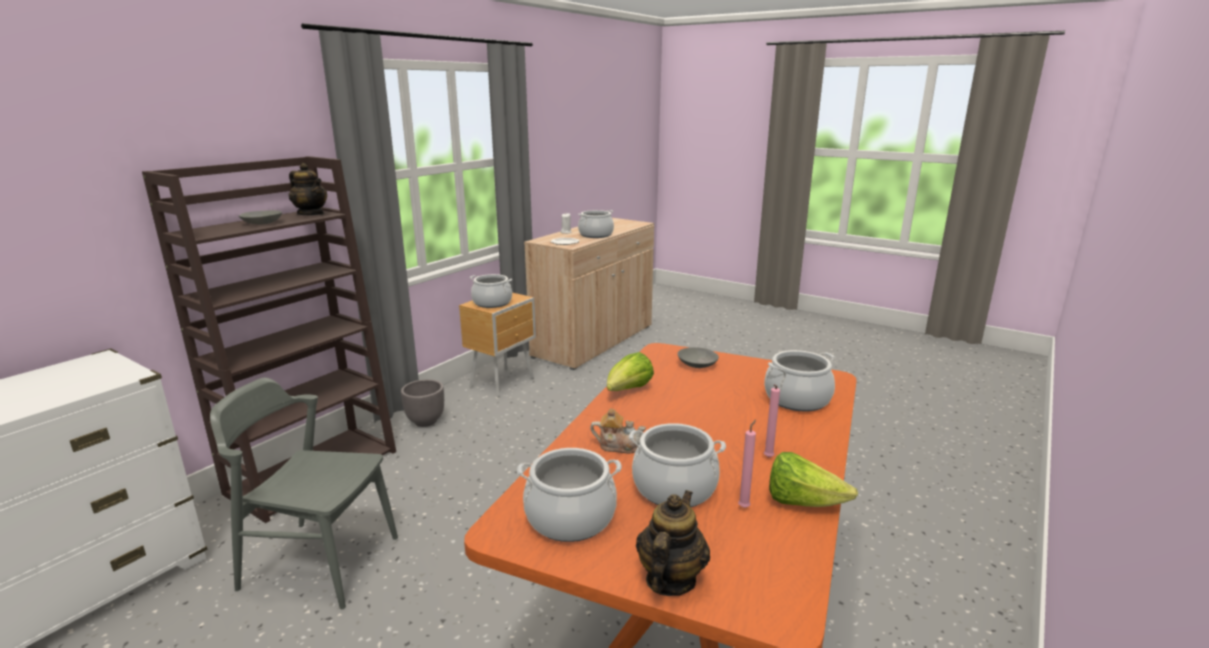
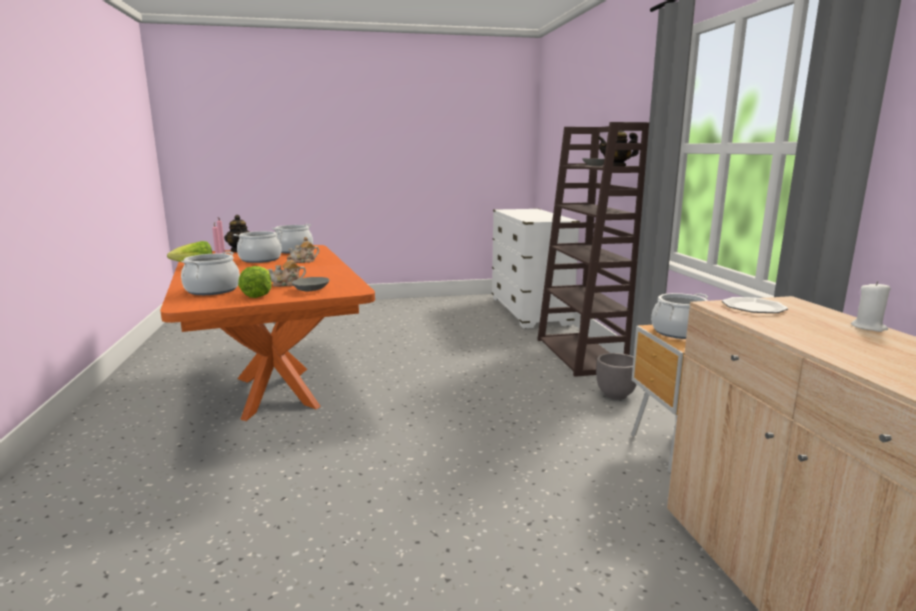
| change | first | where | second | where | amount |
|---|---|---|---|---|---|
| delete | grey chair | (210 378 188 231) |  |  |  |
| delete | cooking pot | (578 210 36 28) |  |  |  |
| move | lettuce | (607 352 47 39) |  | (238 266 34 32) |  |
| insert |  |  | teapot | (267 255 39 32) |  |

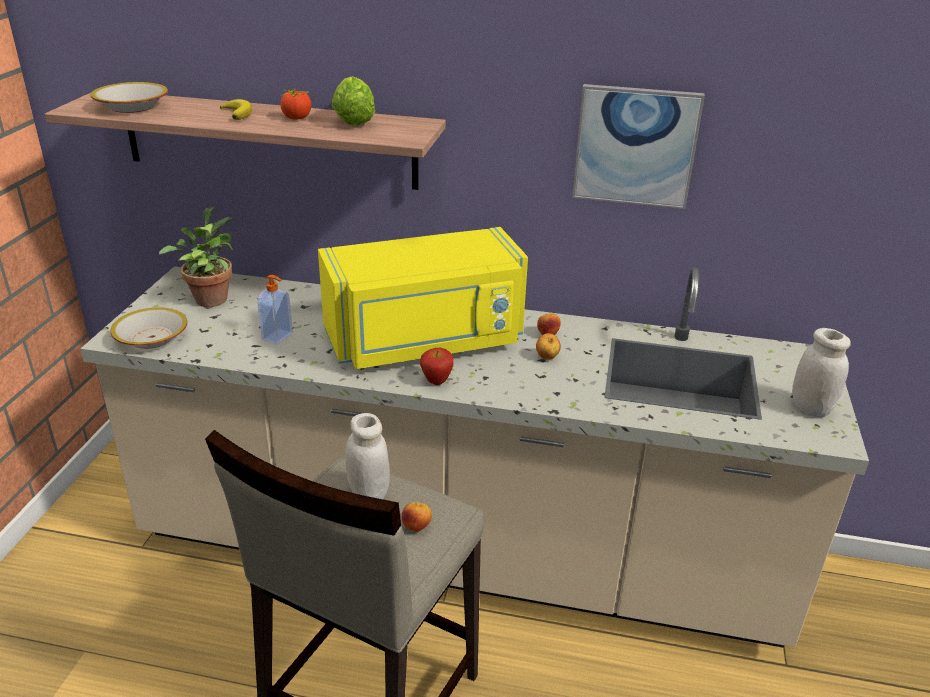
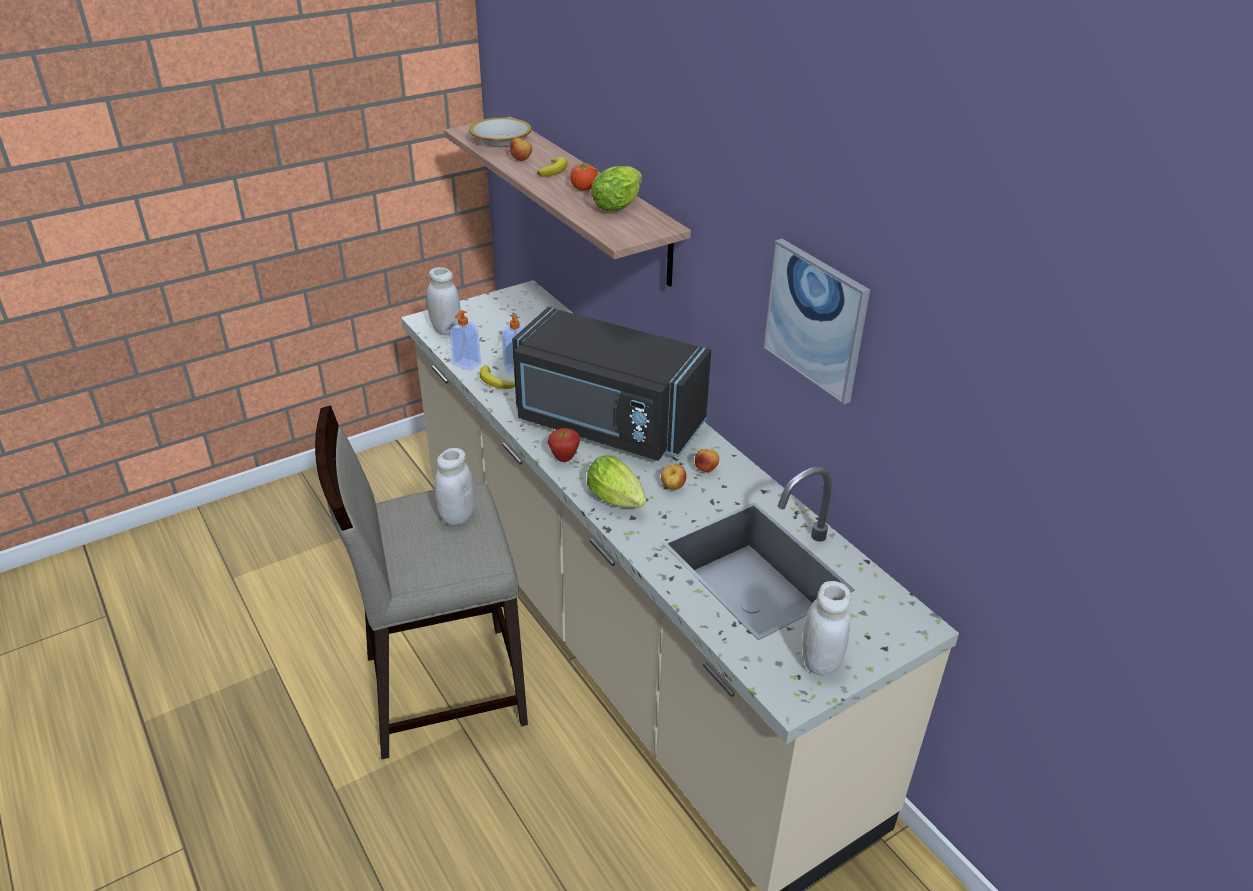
| change | first | where | second | where | amount |
|---|---|---|---|---|---|
| replace | bowl | (111 307 76 42) | white jar | (427 267 34 68) |  |
| delete | potted plant | (159 207 74 100) |  |  |  |
| recolor | yellow microwave | (318 227 210 142) | black microwave | (512 307 199 154) |  |
| move | apple | (402 502 30 30) |  | (510 138 22 23) |  |
| insert |  |  | soap dispenser | (450 310 31 61) |  |
| insert |  |  | banana | (480 366 35 23) |  |
| insert |  |  | lettuce | (587 455 59 53) |  |

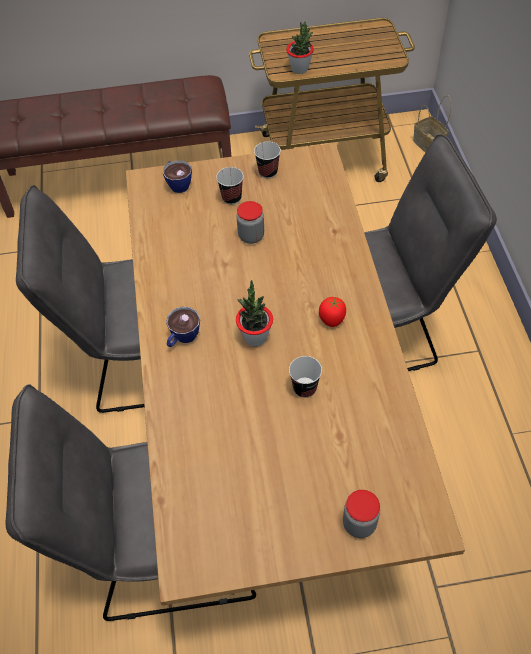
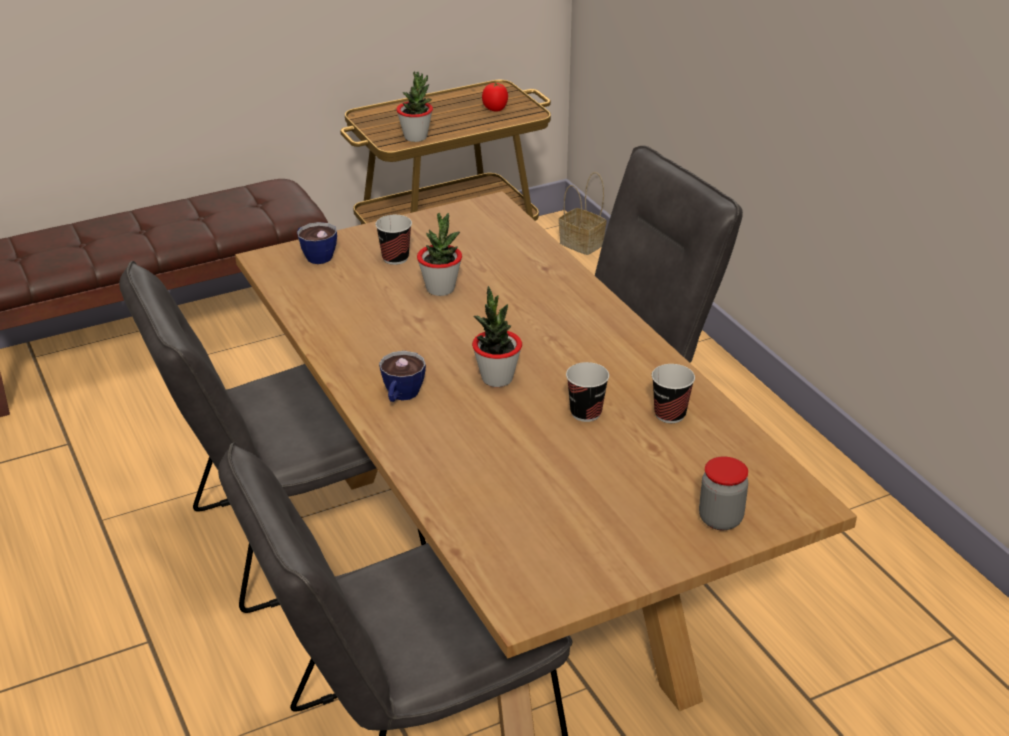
| change | first | where | second | where | amount |
|---|---|---|---|---|---|
| replace | jar | (236 201 28 43) | potted plant | (417 213 45 83) |  |
| move | cup | (254 141 27 37) |  | (652 364 43 59) |  |
| move | tomato | (319 297 27 30) |  | (482 83 26 28) |  |

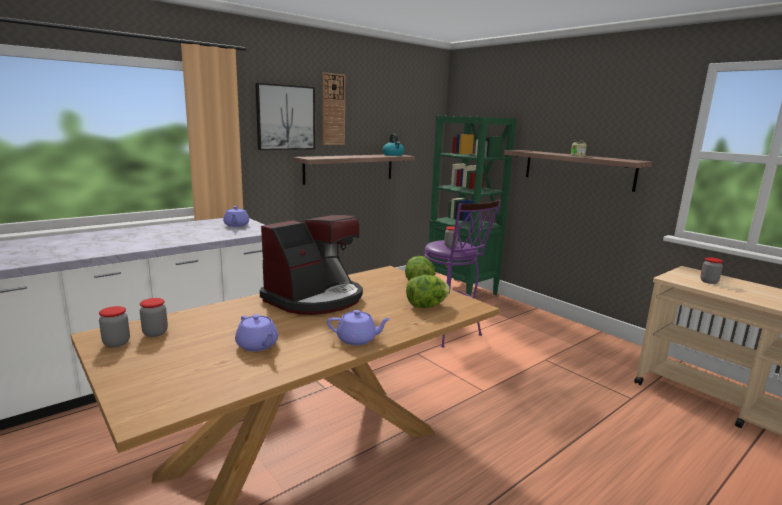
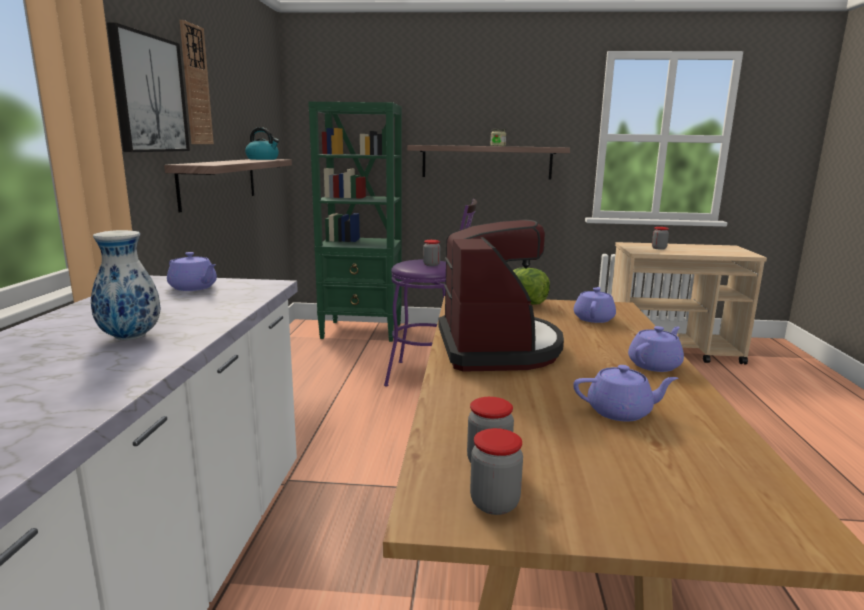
| change | first | where | second | where | amount |
|---|---|---|---|---|---|
| replace | lettuce | (406 275 44 33) | purple teapot | (574 287 42 36) |  |
| insert |  |  | vase | (91 230 69 110) |  |

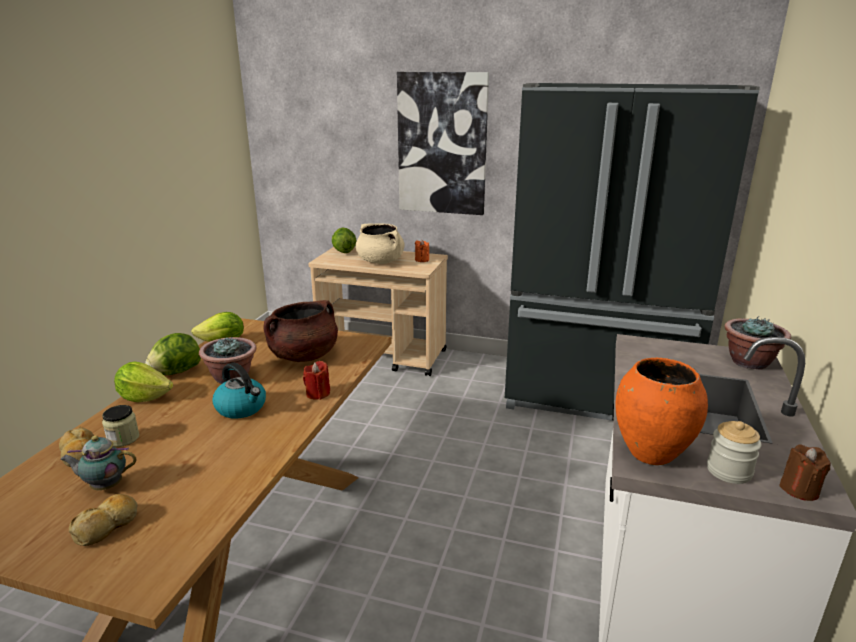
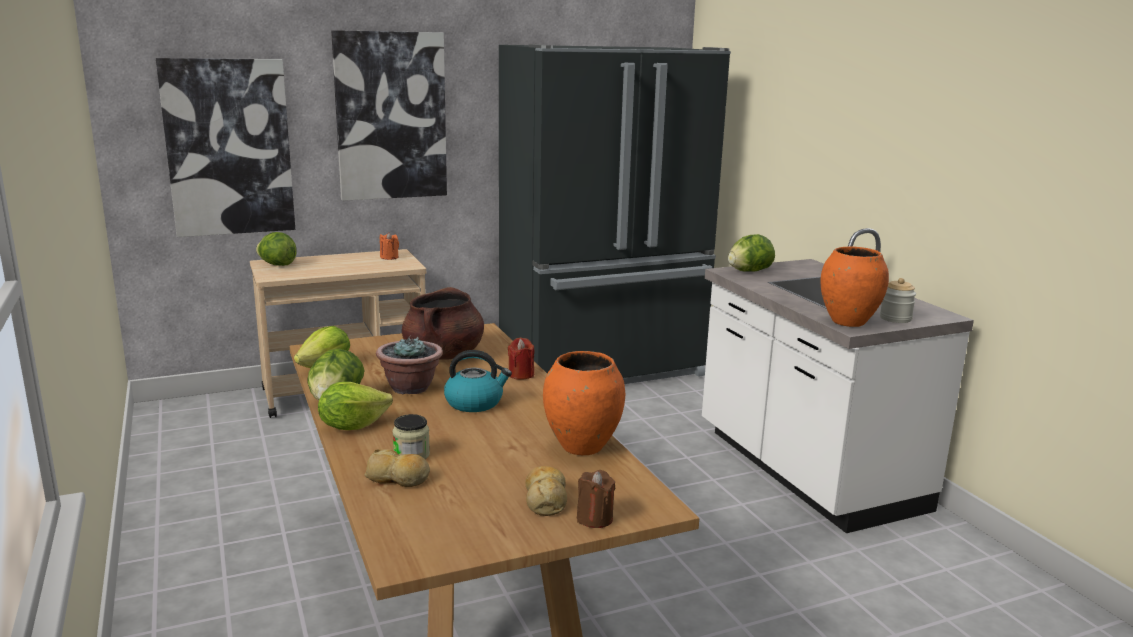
| change | first | where | second | where | amount |
|---|---|---|---|---|---|
| delete | teapot | (60 435 77 55) |  |  |  |
| delete | beige cooking pot | (356 223 49 41) |  |  |  |
| delete | potted plant | (724 316 67 54) |  |  |  |
| move | brown candle | (779 444 52 57) |  | (577 470 39 58) |  |
| insert |  |  | picture | (156 58 139 179) |  |
| insert |  |  | orange vase | (543 351 82 104) |  |
| insert |  |  | lettuce | (728 234 47 37) |  |

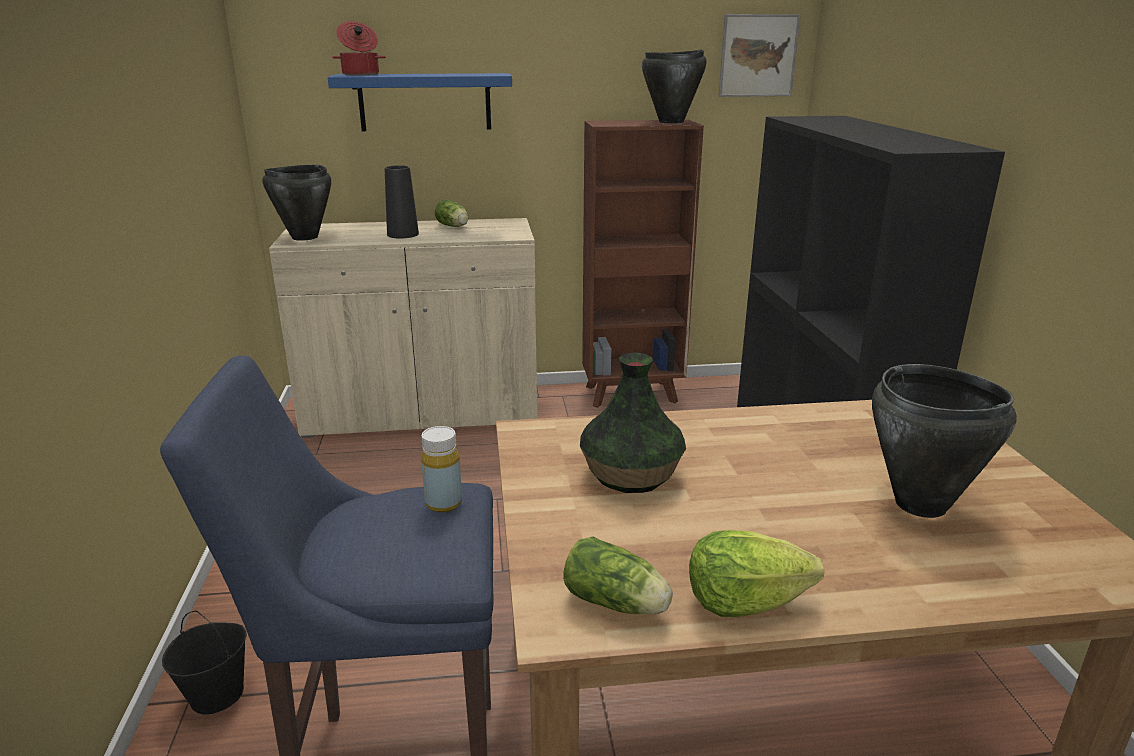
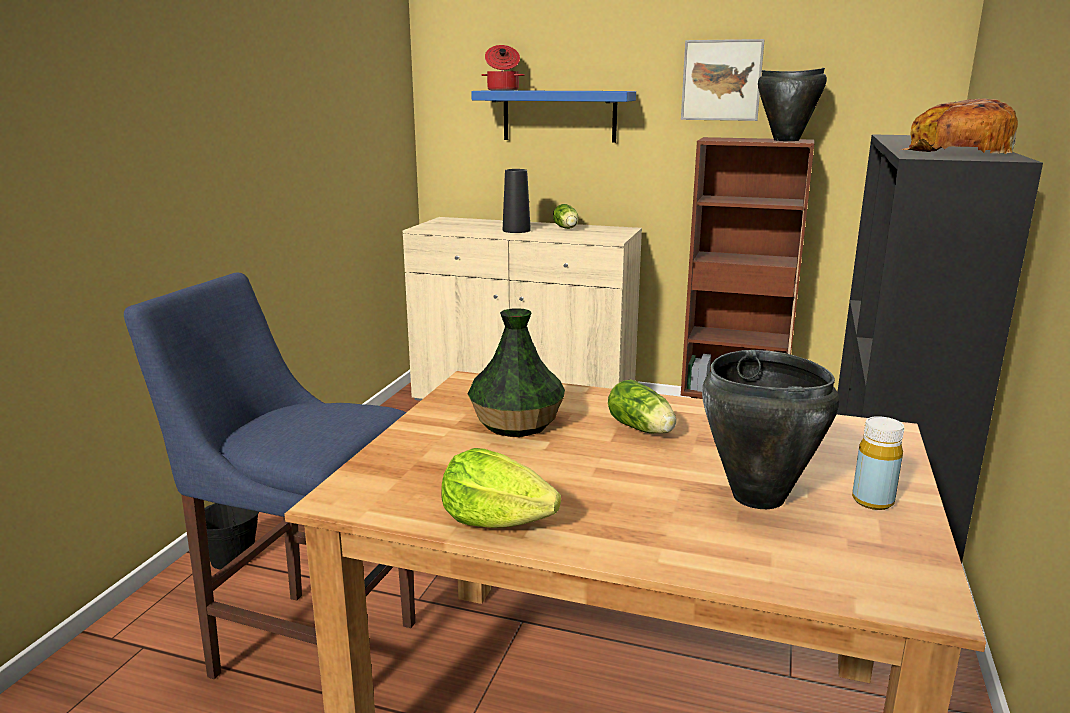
| change | first | where | second | where | amount |
|---|---|---|---|---|---|
| delete | black cooking pot | (262 165 69 76) |  |  |  |
| move | yellow bottle | (421 426 41 86) |  | (852 416 52 94) |  |
| move | lettuce | (563 537 110 77) |  | (608 379 68 55) |  |
| move | picture | (718 14 83 83) |  | (681 39 84 82) |  |
| insert |  |  | bread | (899 99 119 55) |  |

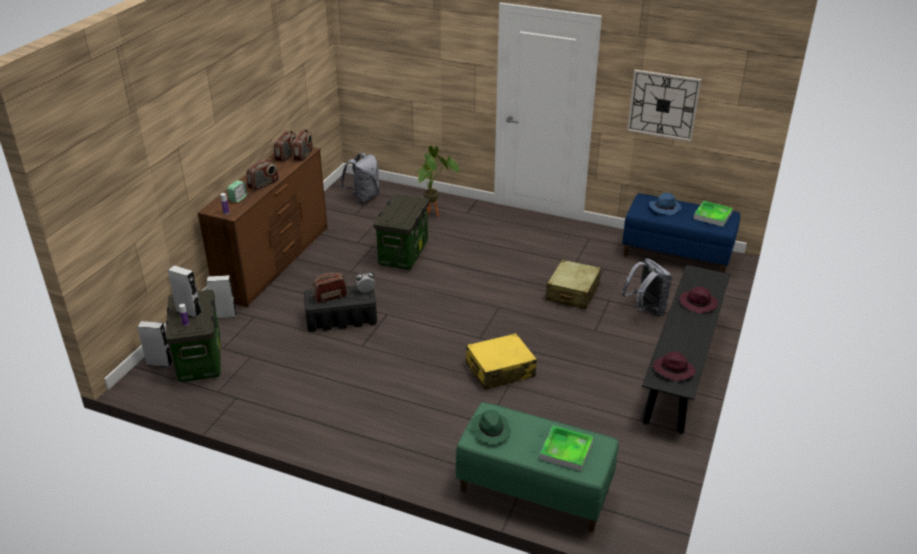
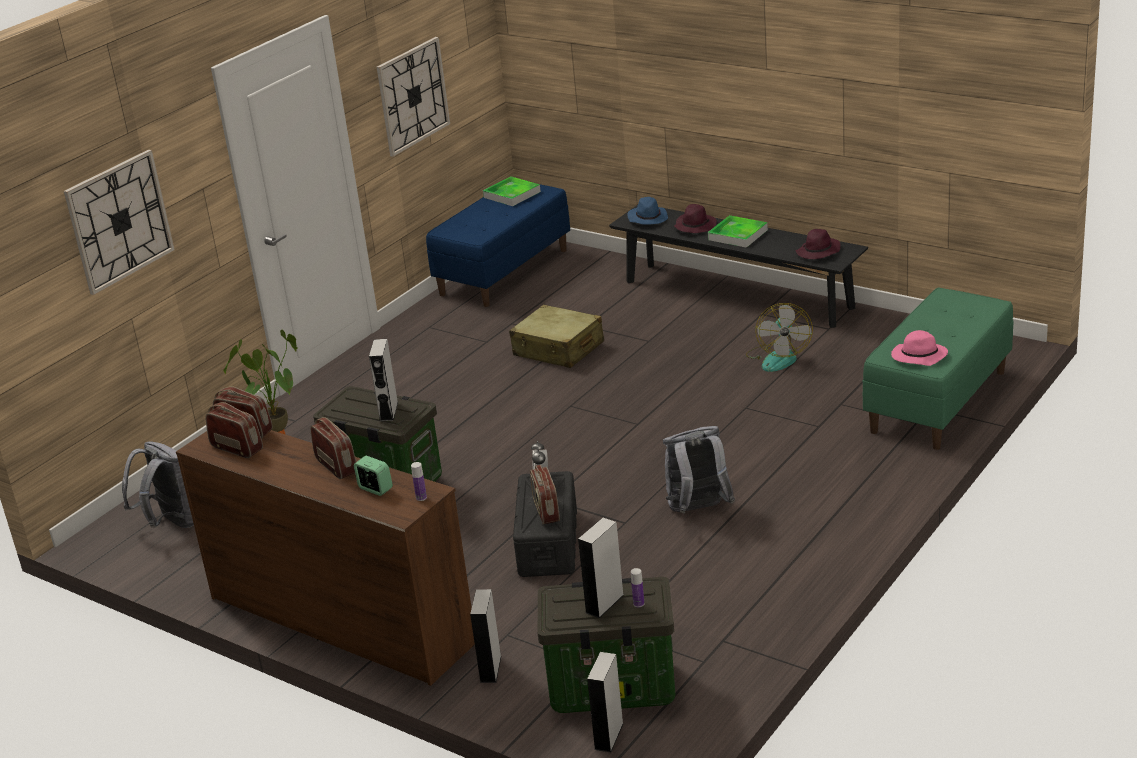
| change | first | where | second | where | amount |
|---|---|---|---|---|---|
| delete | yellow suitcase | (466 333 71 57) |  |  |  |
| recolor | green hat | (470 410 41 34) | pink hat | (891 330 57 36) |  |
| move | tray | (540 425 53 46) |  | (708 215 60 33) |  |
| move | grey backpack | (621 258 51 59) |  | (663 426 72 88) |  |
| move | blue hat | (649 193 32 22) |  | (627 197 41 28) |  |
| insert |  |  | wall clock | (64 150 111 145) |  |
| insert |  |  | grey speaker | (369 339 29 82) |  |
| insert |  |  | fan | (746 303 67 69) |  |

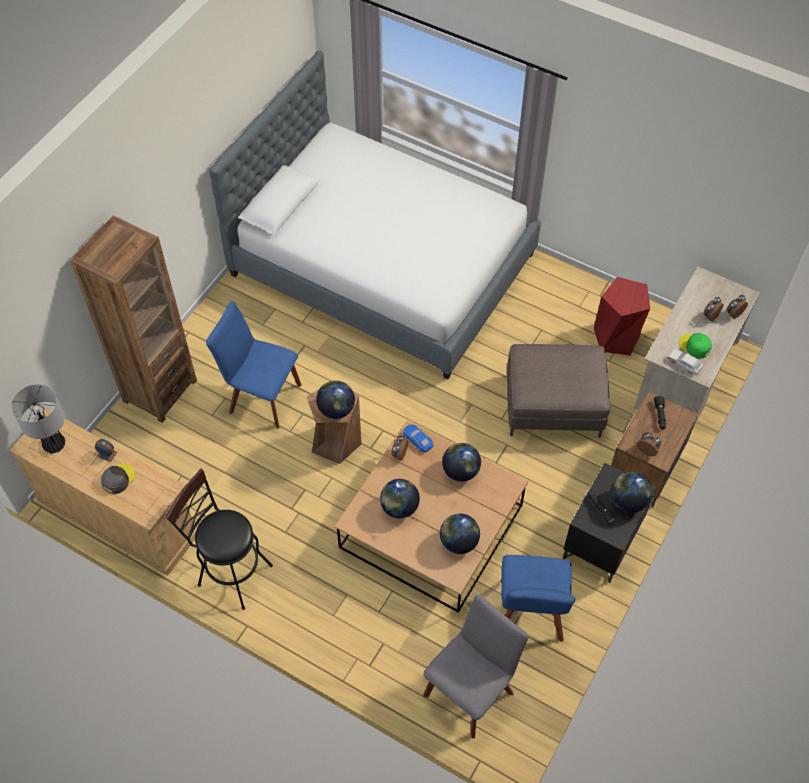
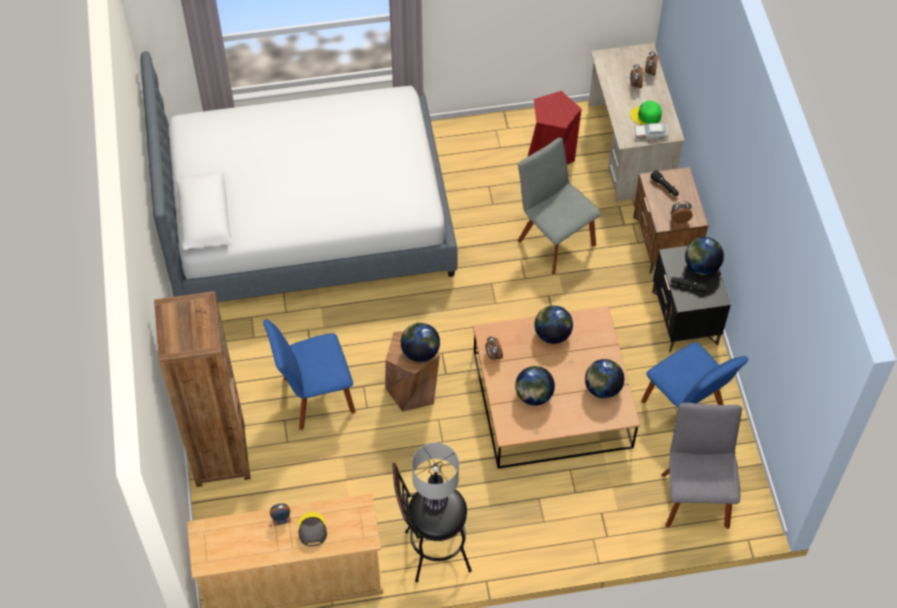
| change | first | where | second | where | amount |
|---|---|---|---|---|---|
| move | table lamp | (11 384 54 70) |  | (412 443 47 68) |  |
| delete | blue toy car | (403 425 30 27) |  |  |  |
| replace | brown ottoman | (507 344 103 94) | grey chair | (518 138 83 136) |  |

